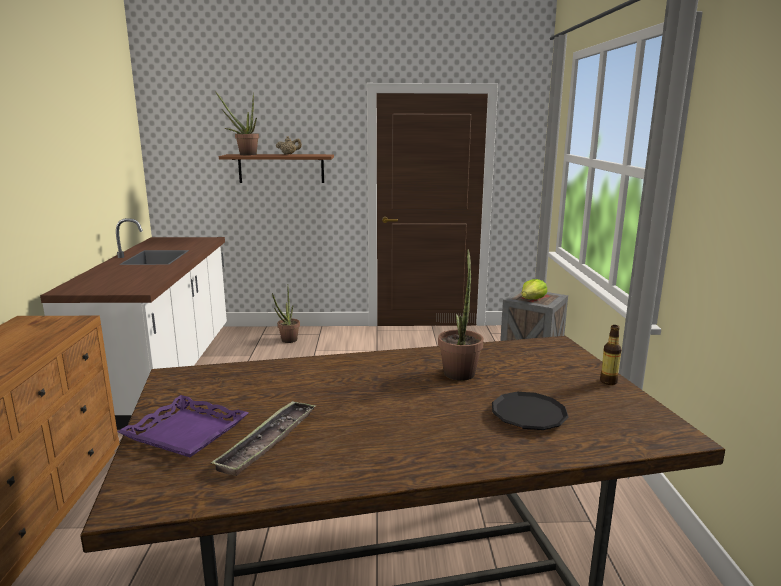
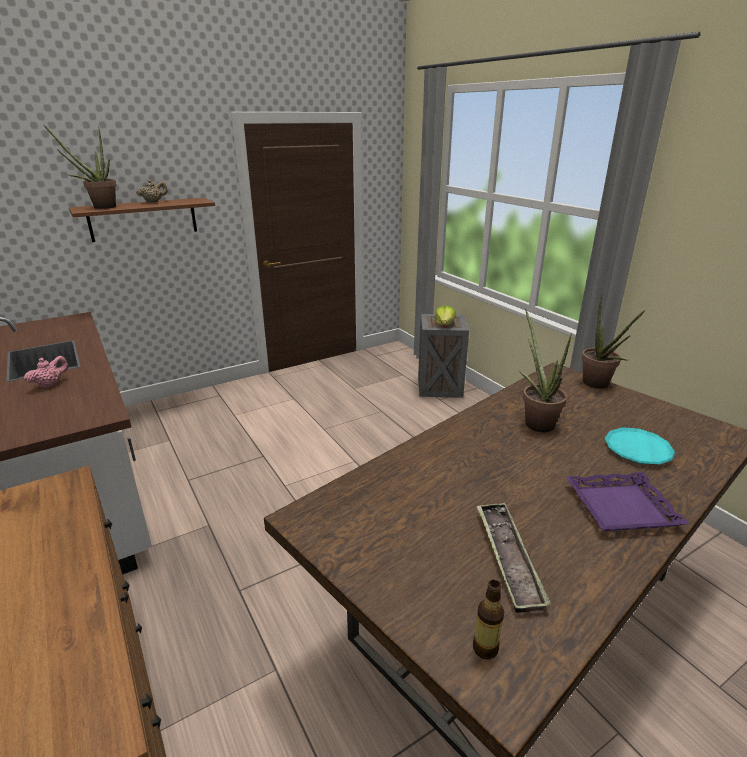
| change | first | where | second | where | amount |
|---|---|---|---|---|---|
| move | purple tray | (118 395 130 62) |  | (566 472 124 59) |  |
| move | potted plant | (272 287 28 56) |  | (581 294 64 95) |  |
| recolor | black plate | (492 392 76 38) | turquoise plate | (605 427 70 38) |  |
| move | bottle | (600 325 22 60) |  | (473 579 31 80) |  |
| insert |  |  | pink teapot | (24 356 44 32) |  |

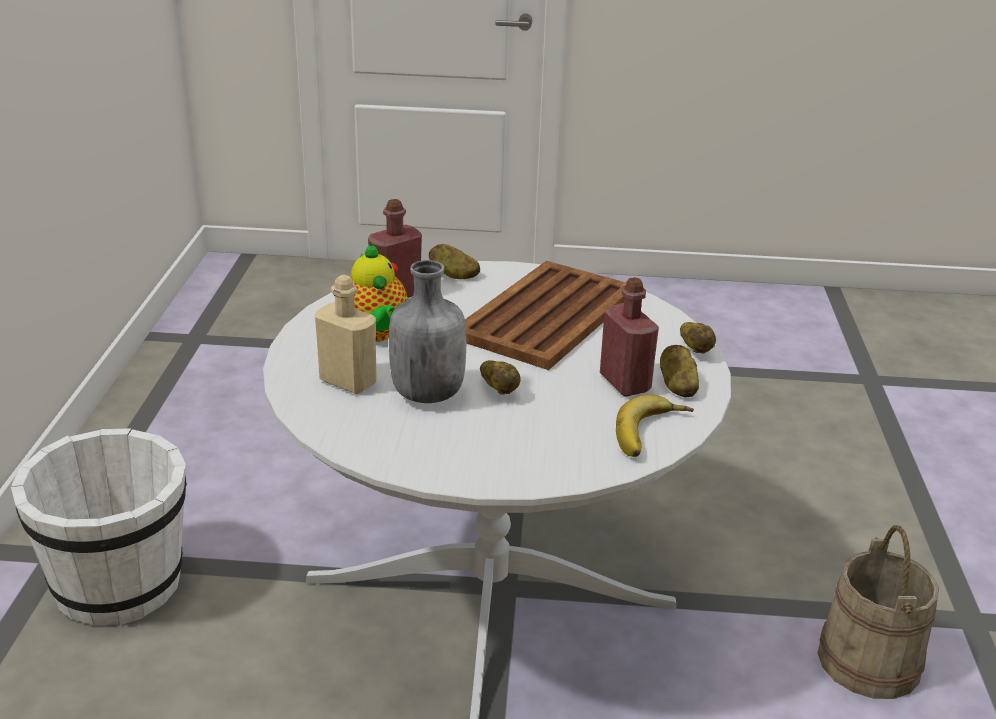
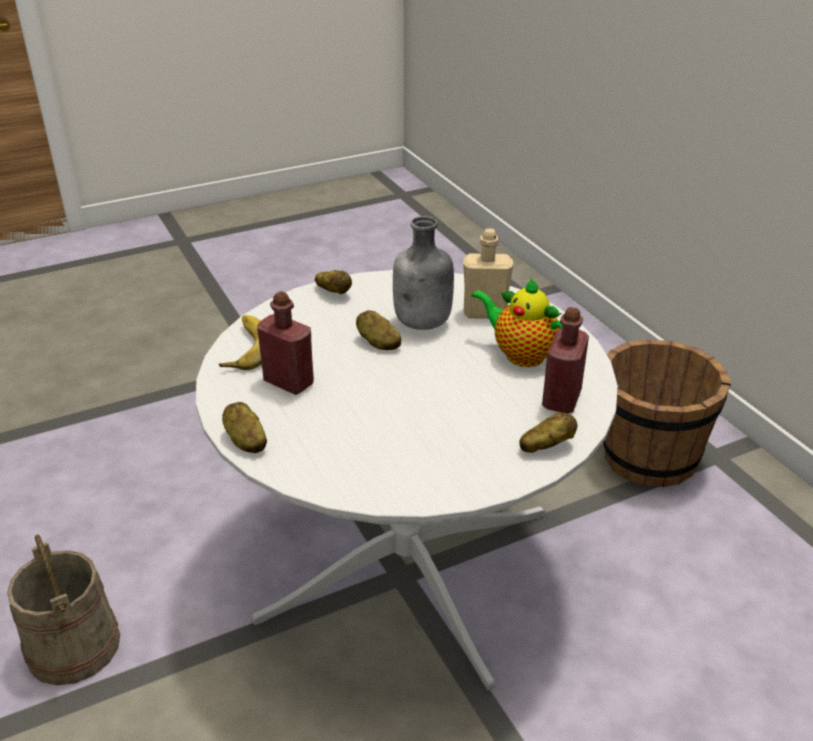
| change | first | where | second | where | amount |
|---|---|---|---|---|---|
| recolor | white bucket | (11 428 176 198) | brown bucket | (603 339 128 148) |  |
| delete | brown tray | (465 261 161 109) |  |  |  |
| move | potato | (660 345 39 52) |  | (314 270 38 24) |  |

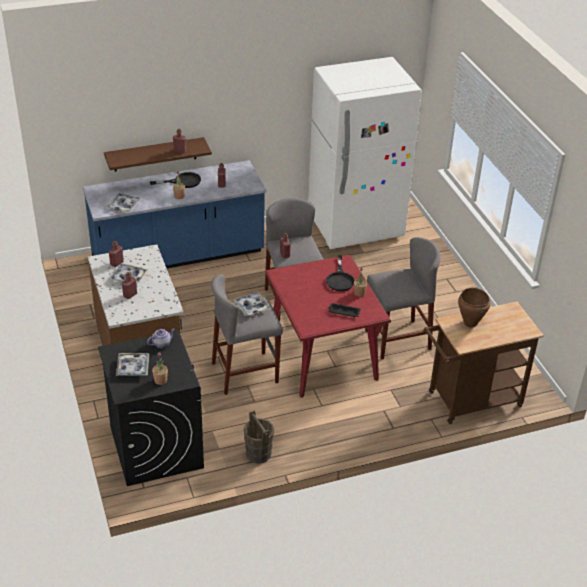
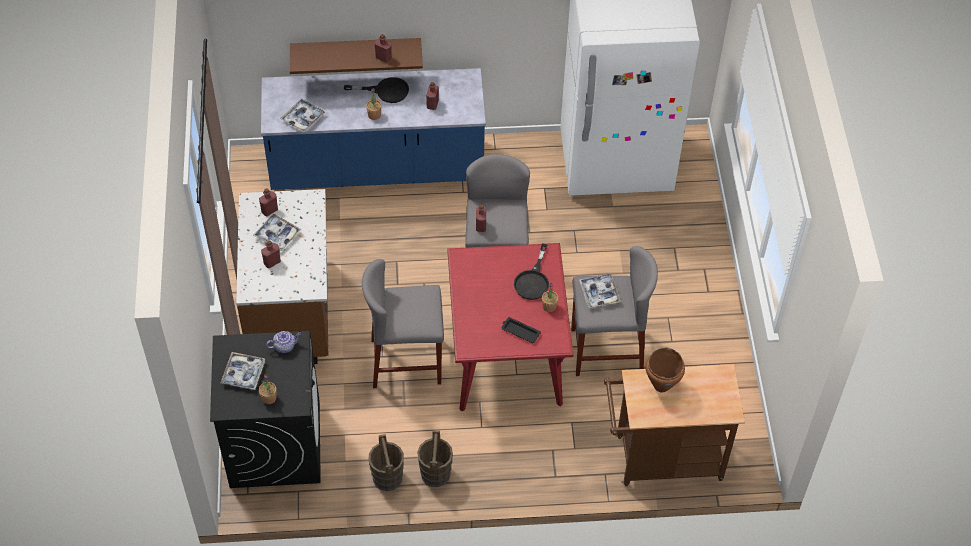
| change | first | where | second | where | amount |
|---|---|---|---|---|---|
| move | tray | (233 292 38 24) |  | (579 274 42 34) |  |
| insert |  |  | brown bucket | (417 430 36 57) |  |

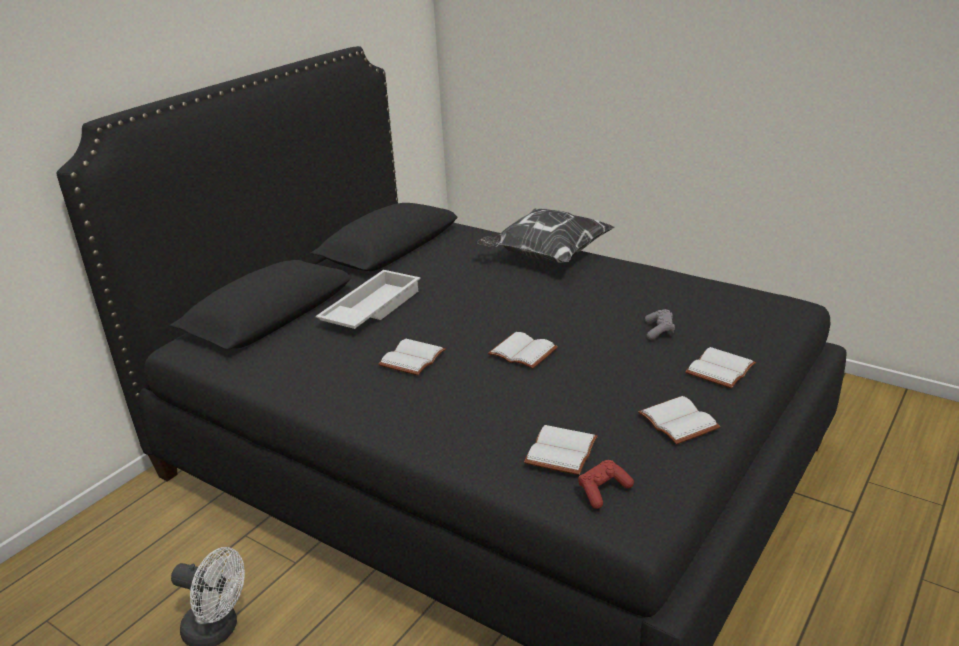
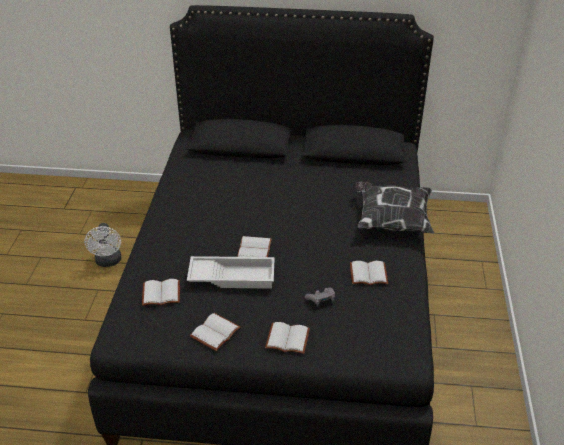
| change | first | where | second | where | amount |
|---|---|---|---|---|---|
| move | white tray | (316 270 104 59) |  | (187 256 88 33) |  |
| move | white book | (378 339 68 36) |  | (350 261 38 24) |  |
| delete | red game controller | (578 460 56 49) |  |  |  |

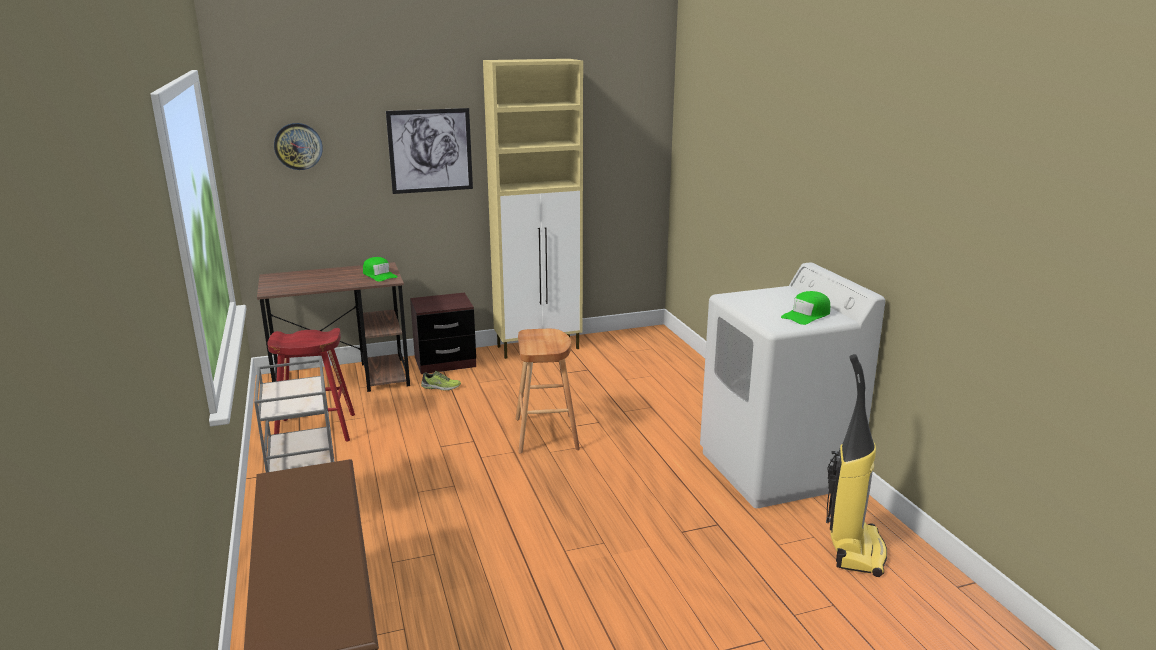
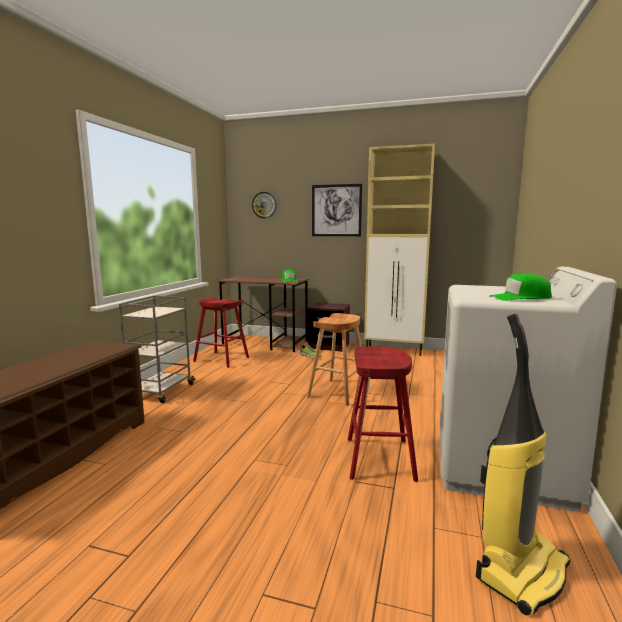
| change | first | where | second | where | amount |
|---|---|---|---|---|---|
| insert |  |  | red stool | (348 347 70 135) |  |

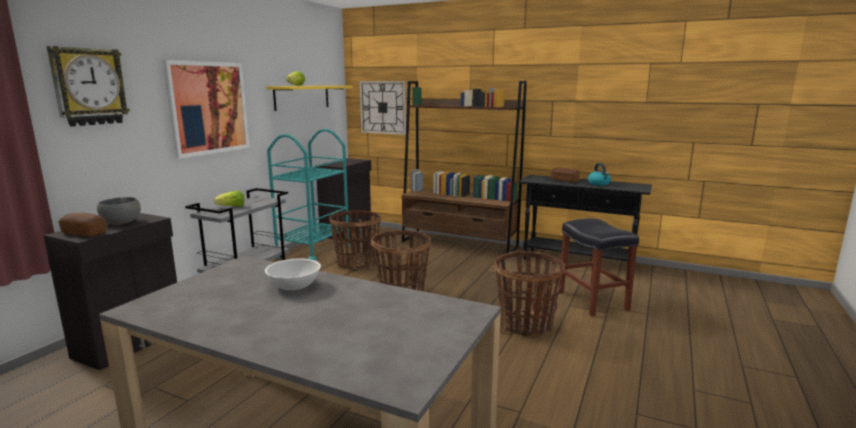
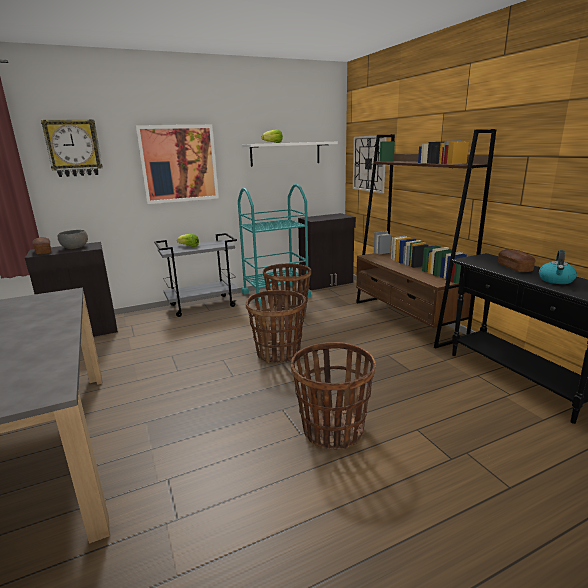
| change | first | where | second | where | amount |
|---|---|---|---|---|---|
| delete | white bowl | (265 258 56 32) |  |  |  |
| recolor | yellow shelf | (266 86 87 25) | white shelf | (242 142 96 25) |  |
| delete | black stool | (558 218 81 98) |  |  |  |

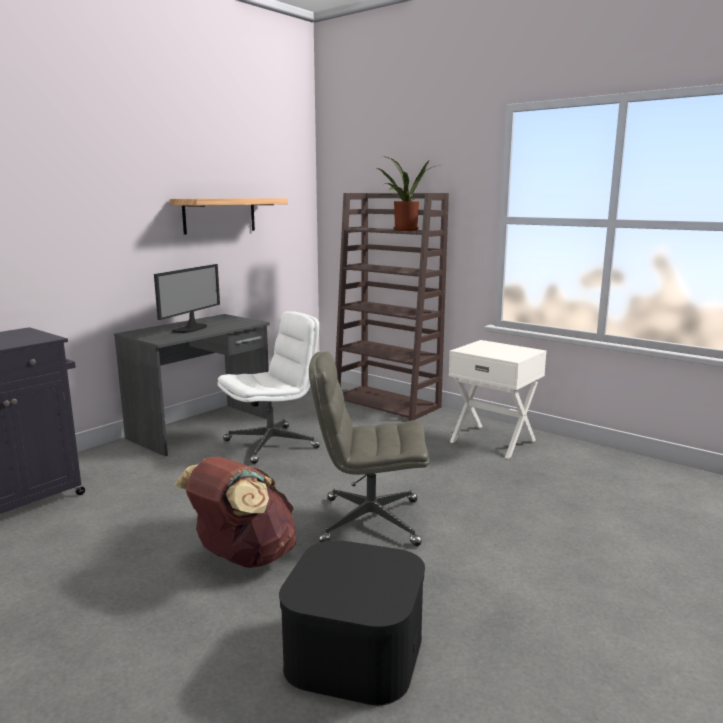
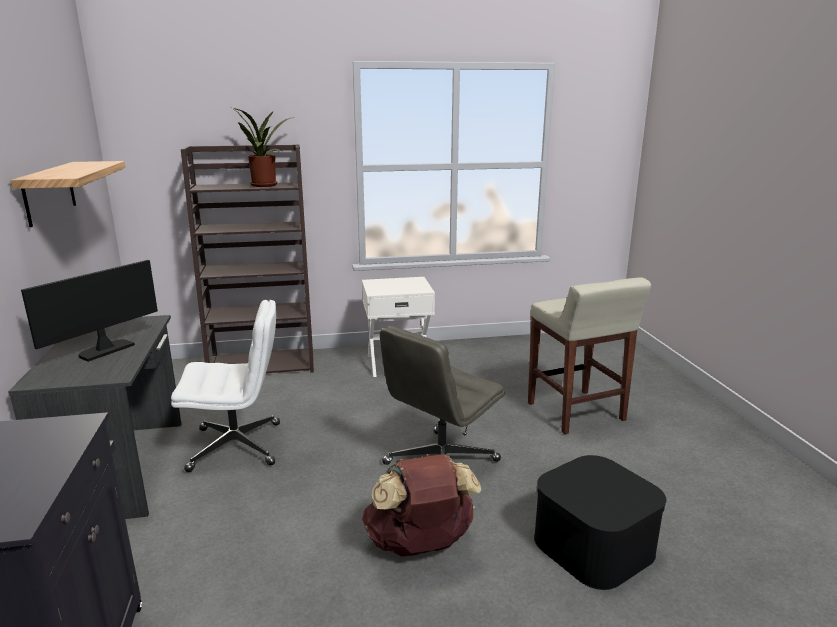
| change | first | where | second | where | amount |
|---|---|---|---|---|---|
| rotate | monitor | (154 264 66 69) |  | (21 260 137 102) | 120 degrees counterclockwise |
| rotate | white office chair | (218 311 102 153) |  | (171 300 109 172) | 75 degrees clockwise |
| insert |  |  | beige stool | (528 277 123 157) |  |

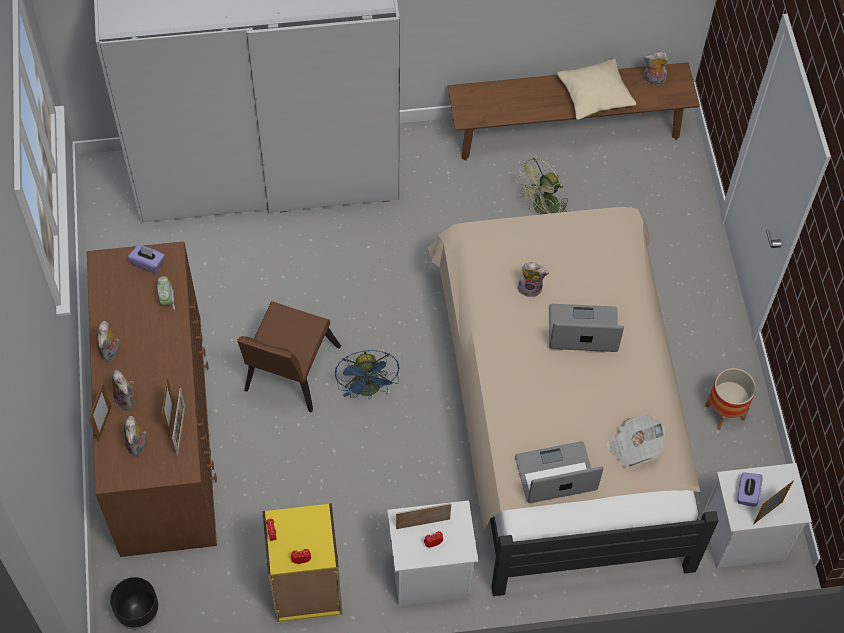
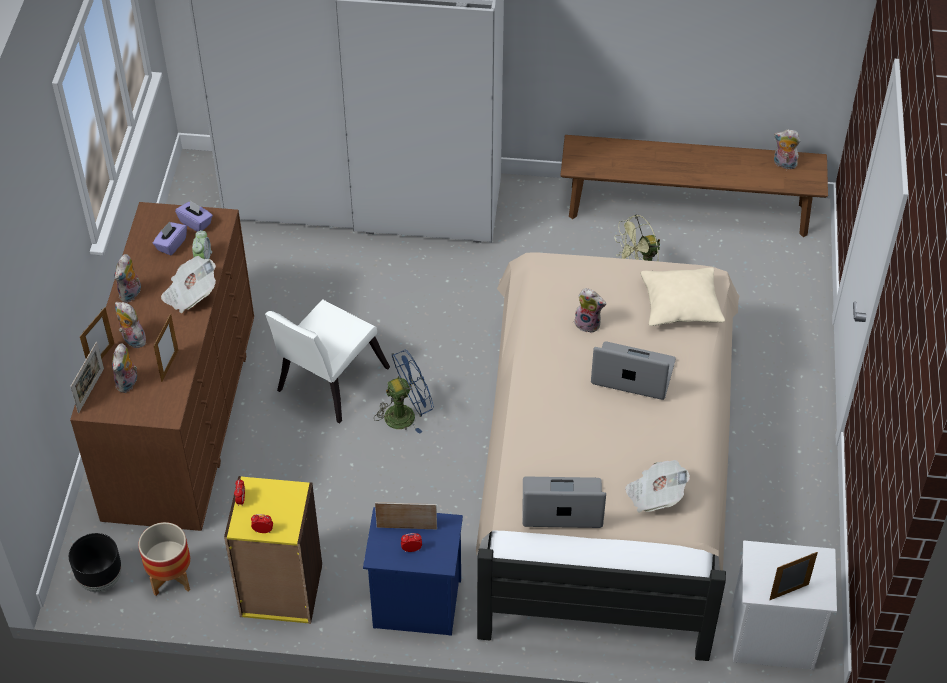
| change | first | where | second | where | amount |
|---|---|---|---|---|---|
| rotate | plush toy | (112 370 22 40) |  | (115 302 31 46) | 150 degrees clockwise |
| move | picture frame | (172 388 13 68) |  | (70 342 34 71) |  |
| recolor | brown chair | (237 301 104 112) | white chair | (265 299 125 125) |  |
| rotate | blue fan | (335 350 64 49) |  | (374 350 60 84) | 120 degrees counterclockwise |
| recolor | white nightstand | (387 500 91 106) | blue nightstand | (363 507 100 129) |  |
| move | beige pillow | (557 58 79 62) |  | (640 267 85 59) |  |
| move | planter | (705 368 51 62) |  | (138 522 52 74) |  |
| move | purple tissue box | (738 472 24 35) |  | (153 221 34 35) |  |
| insert |  |  | newspaper | (161 256 55 57) |  |

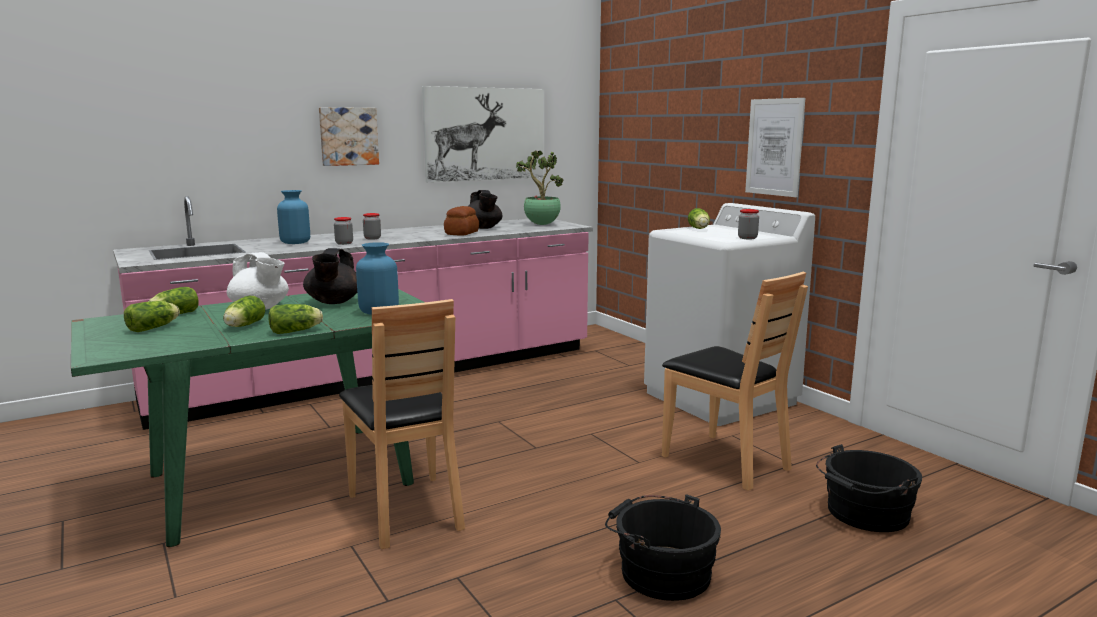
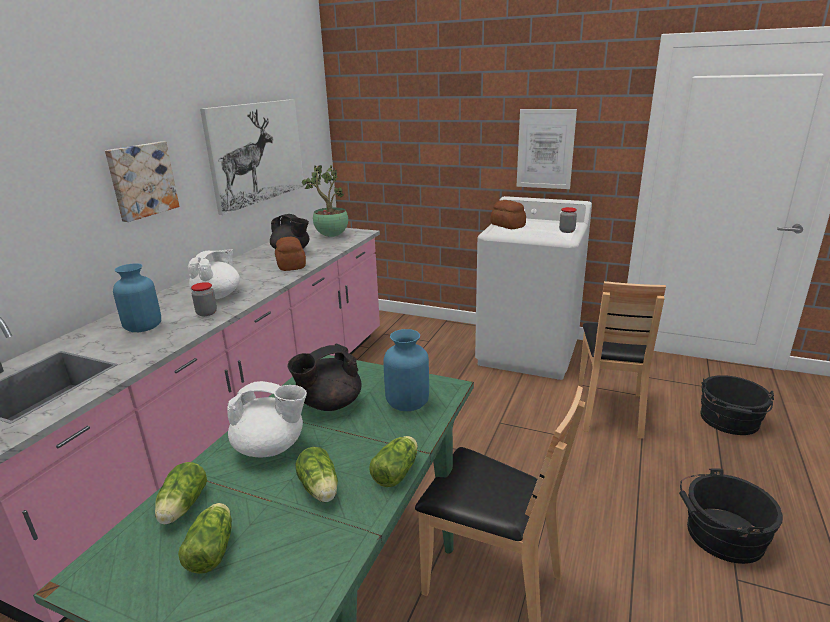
| change | first | where | second | where | amount |
|---|---|---|---|---|---|
| rotate | black teapot | (303 248 54 56) |  | (288 344 73 67) | 90 degrees clockwise |
| replace | jar | (363 213 18 27) | white teapot | (188 250 52 49) |  |
| rotate | brown chair | (662 272 146 219) |  | (578 281 88 158) | 90 degrees clockwise |
| replace | lettuce | (688 208 22 21) | bread | (490 200 36 29) |  |

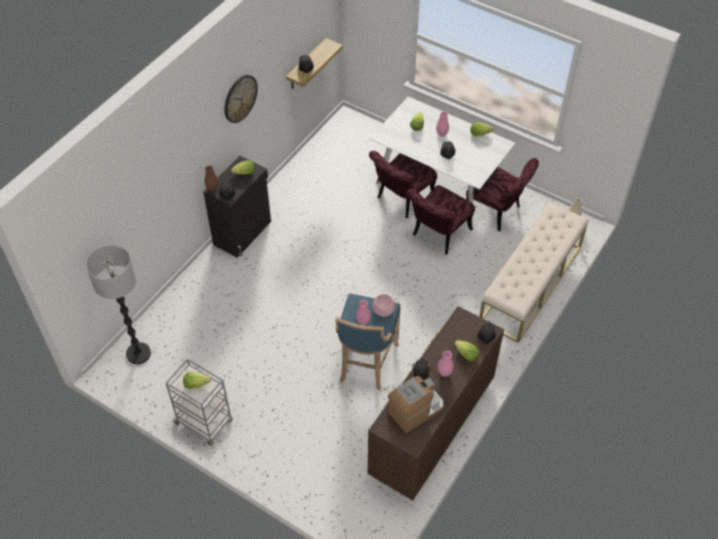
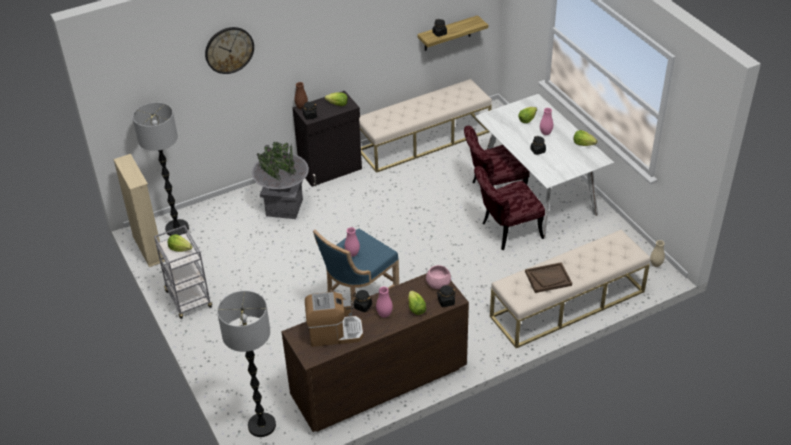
| change | first | where | second | where | amount |
|---|---|---|---|---|---|
| move | wall clock | (225 75 33 48) |  | (205 27 49 47) |  |
| move | pink bowl | (372 294 23 23) |  | (426 265 25 24) |  |
| delete | red chair | (466 158 73 73) |  |  |  |
| insert |  |  | beige bookcase | (113 154 52 113) |  |
| insert |  |  | floor lamp | (217 291 59 146) |  |
| insert |  |  | grey planter | (252 142 57 77) |  |
| insert |  |  | beige bench | (359 79 133 94) |  |
| insert |  |  | brown tray | (525 262 47 31) |  |

